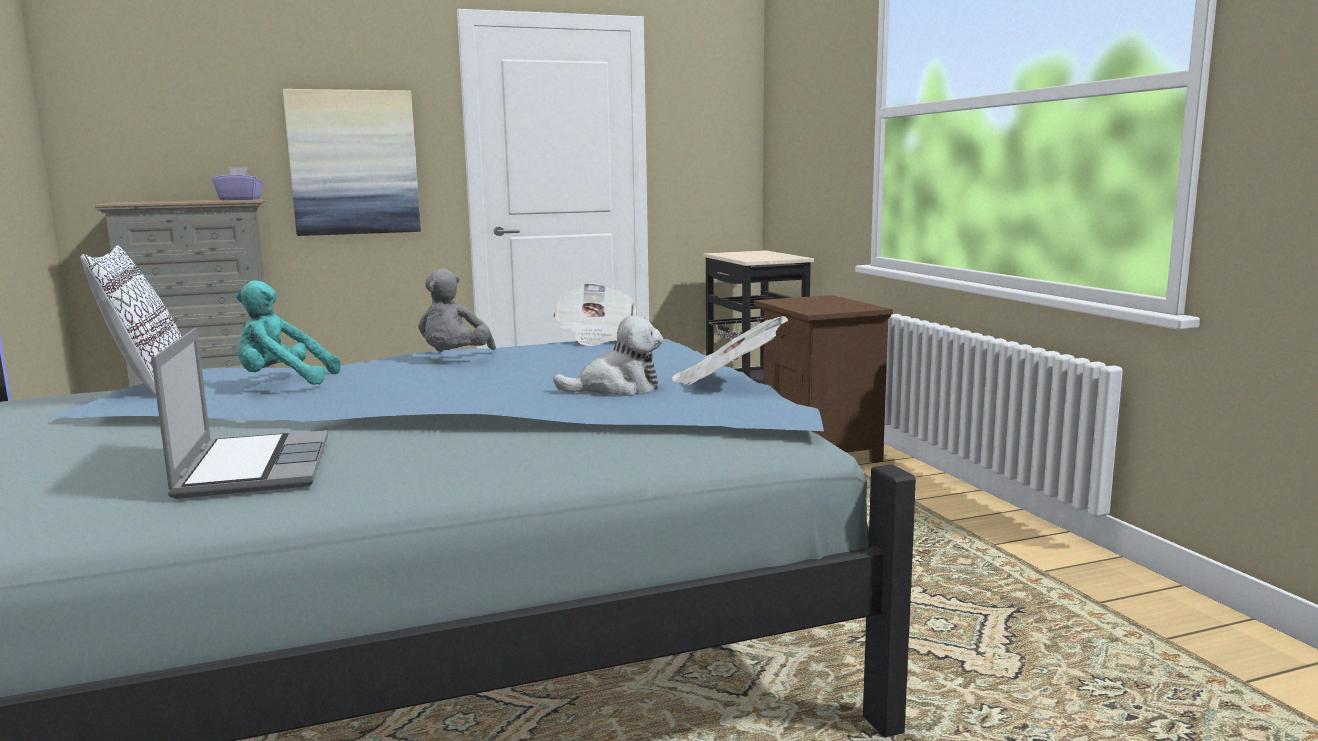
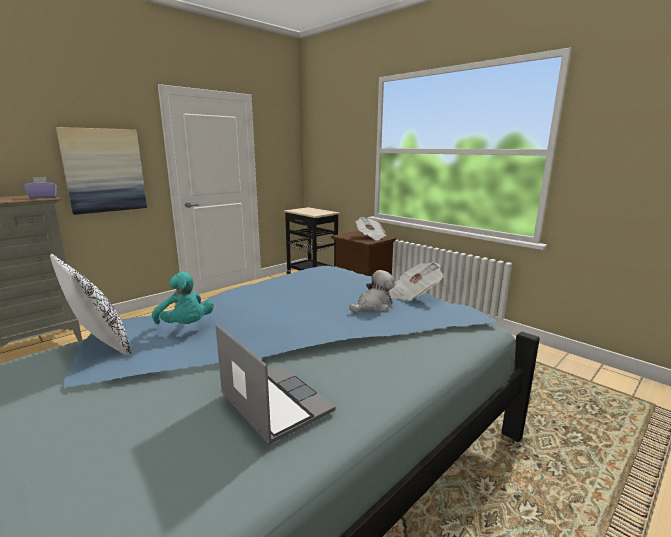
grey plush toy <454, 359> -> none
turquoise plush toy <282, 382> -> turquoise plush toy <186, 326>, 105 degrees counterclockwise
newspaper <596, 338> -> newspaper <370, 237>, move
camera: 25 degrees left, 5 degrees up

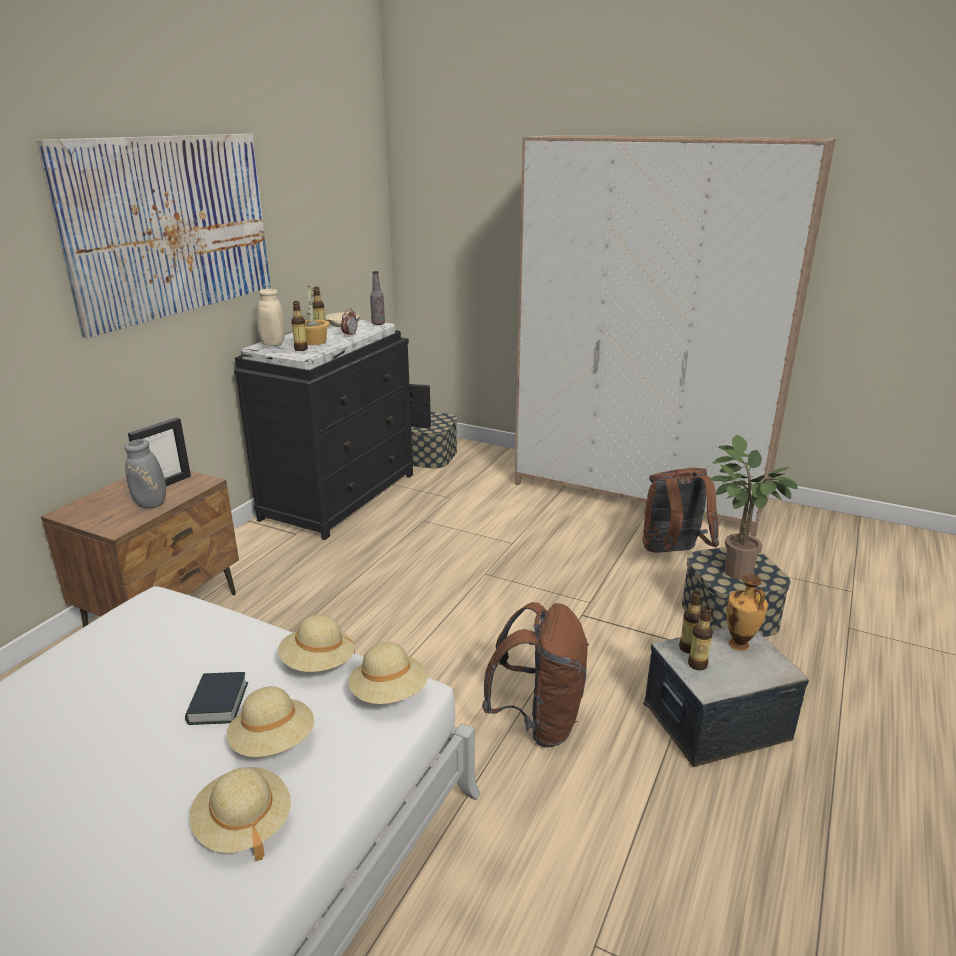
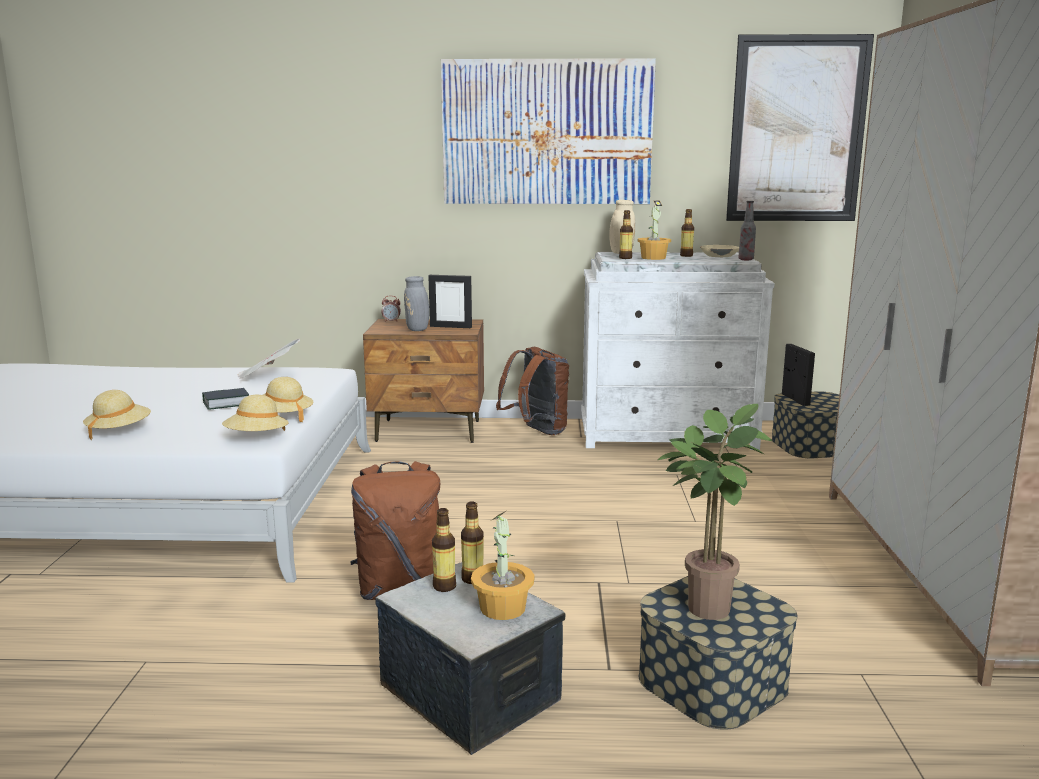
alarm clock <350, 335> -> alarm clock <391, 321>, move
black dresser <340, 496> -> white dresser <667, 434>
brown backpack <673, 553> -> brown backpack <536, 431>, move
vase <739, 646> -> potted plant <503, 608>
beige hat <273, 742> -> none
none -> picture <797, 130>
none -> newspaper <268, 376>
camera: 65 degrees right, 10 degrees down

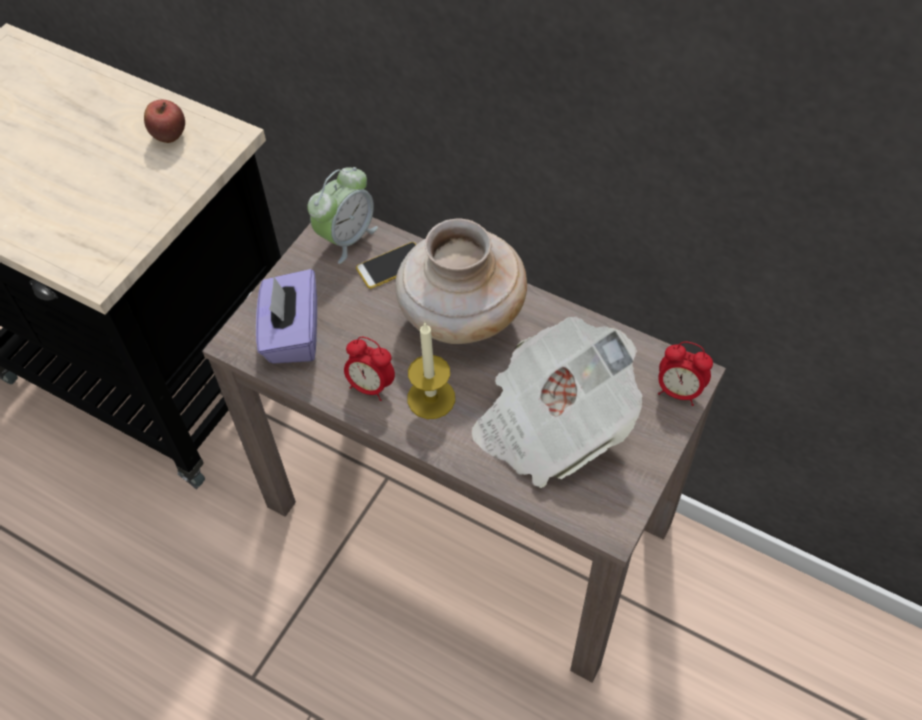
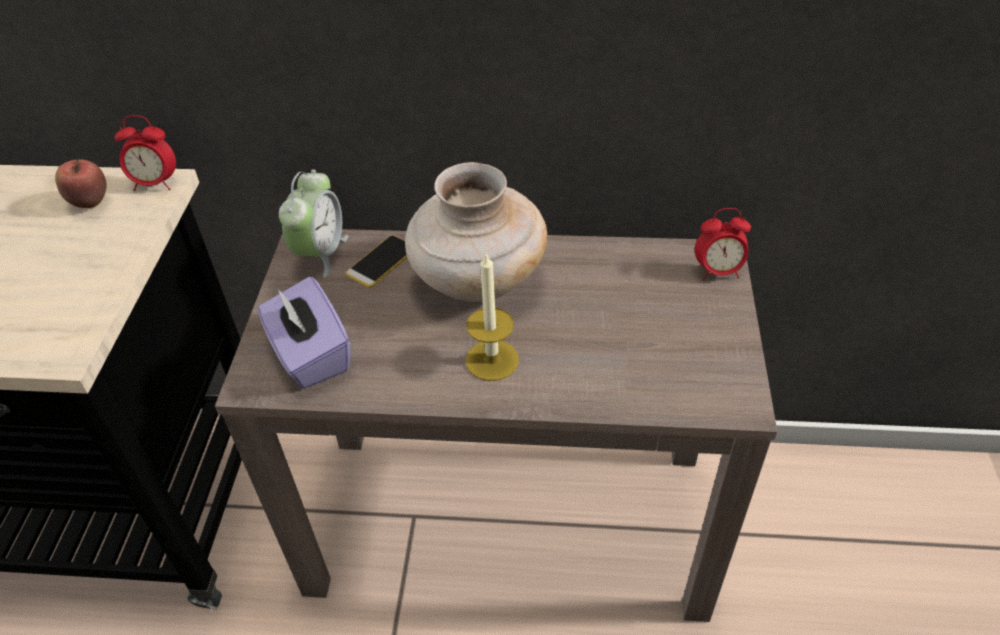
newspaper <551, 423> -> none
alarm clock <371, 386> -> alarm clock <156, 184>, move
camera: 25 degrees left, 10 degrees down

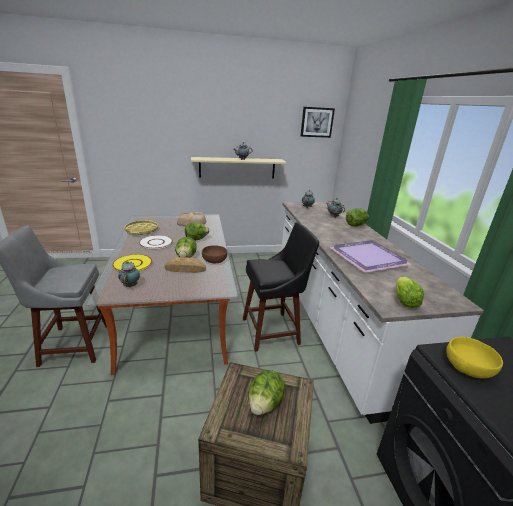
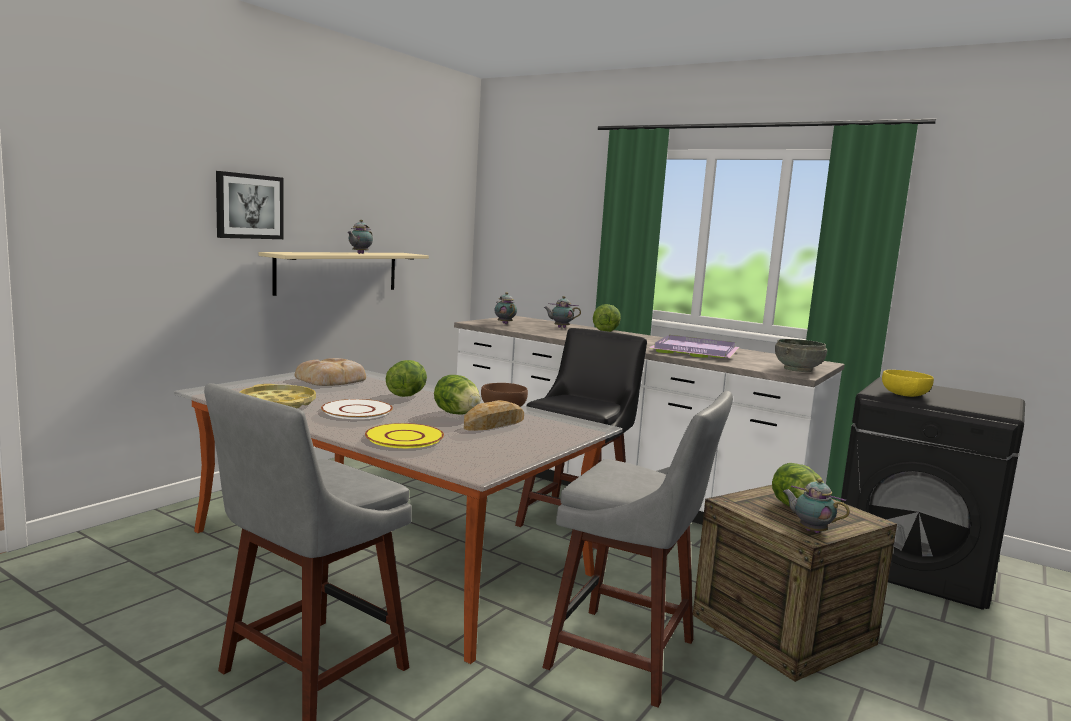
picture <316, 122> -> picture <249, 206>, move
teapot <131, 285> -> teapot <810, 531>, move
lettuce <404, 301> -> grey bowl <798, 369>
none -> grey chair <629, 656>
camera: 45 degrees left, 15 degrees down

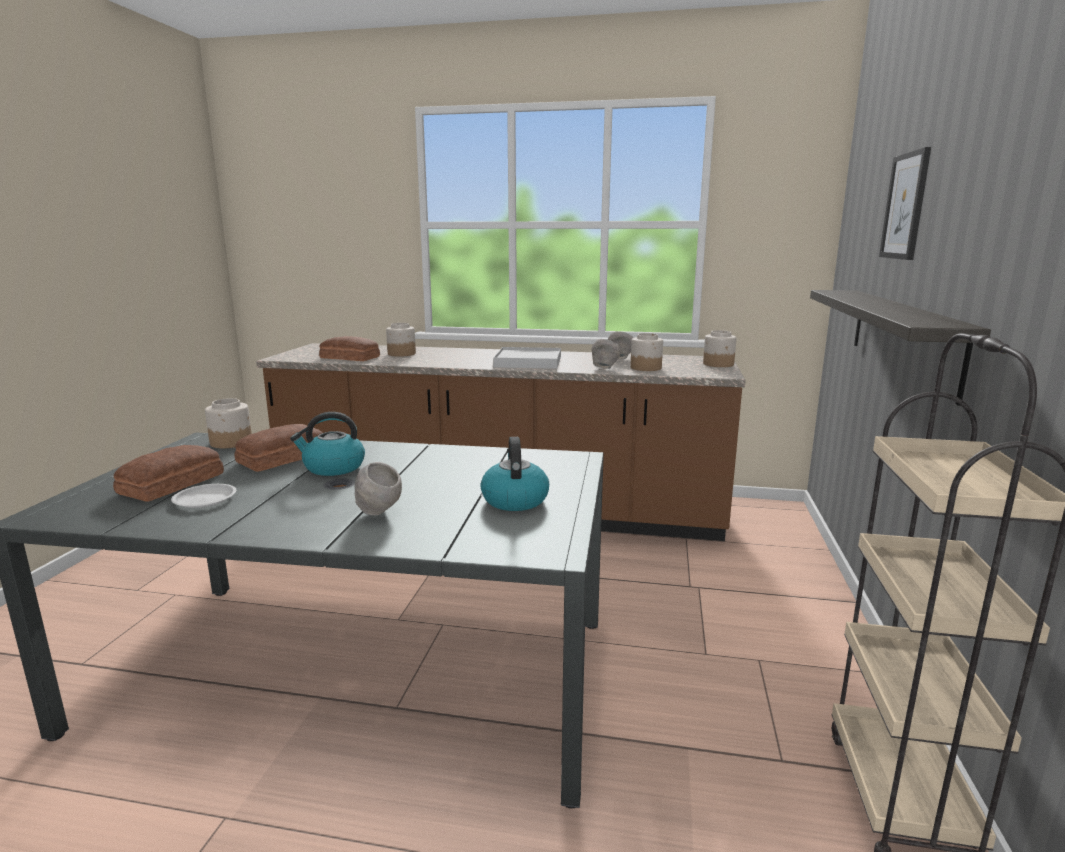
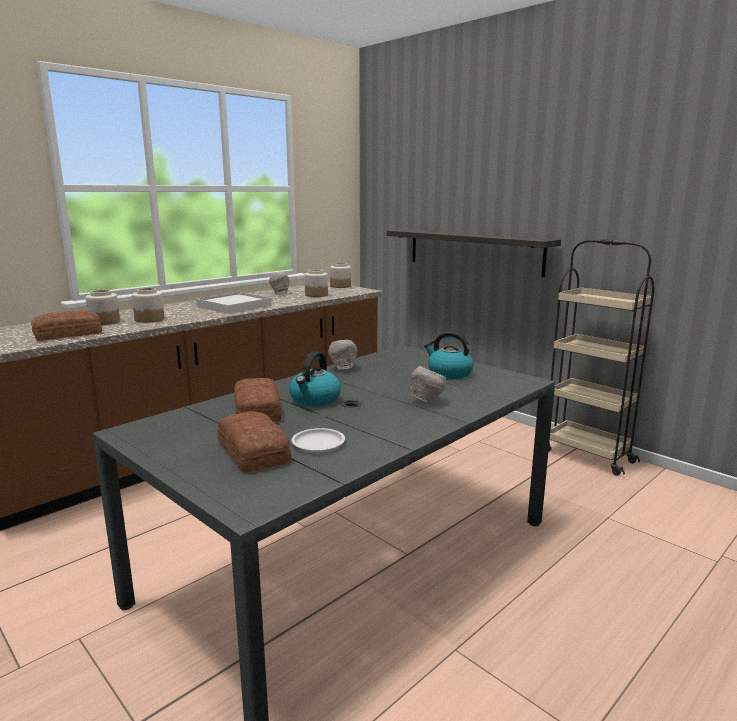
picture <905, 206> -> none
grey bowl <605, 368> -> grey bowl <343, 369>, move
jar <232, 442> -> jar <149, 319>, move
camera: 55 degrees left, 0 degrees up

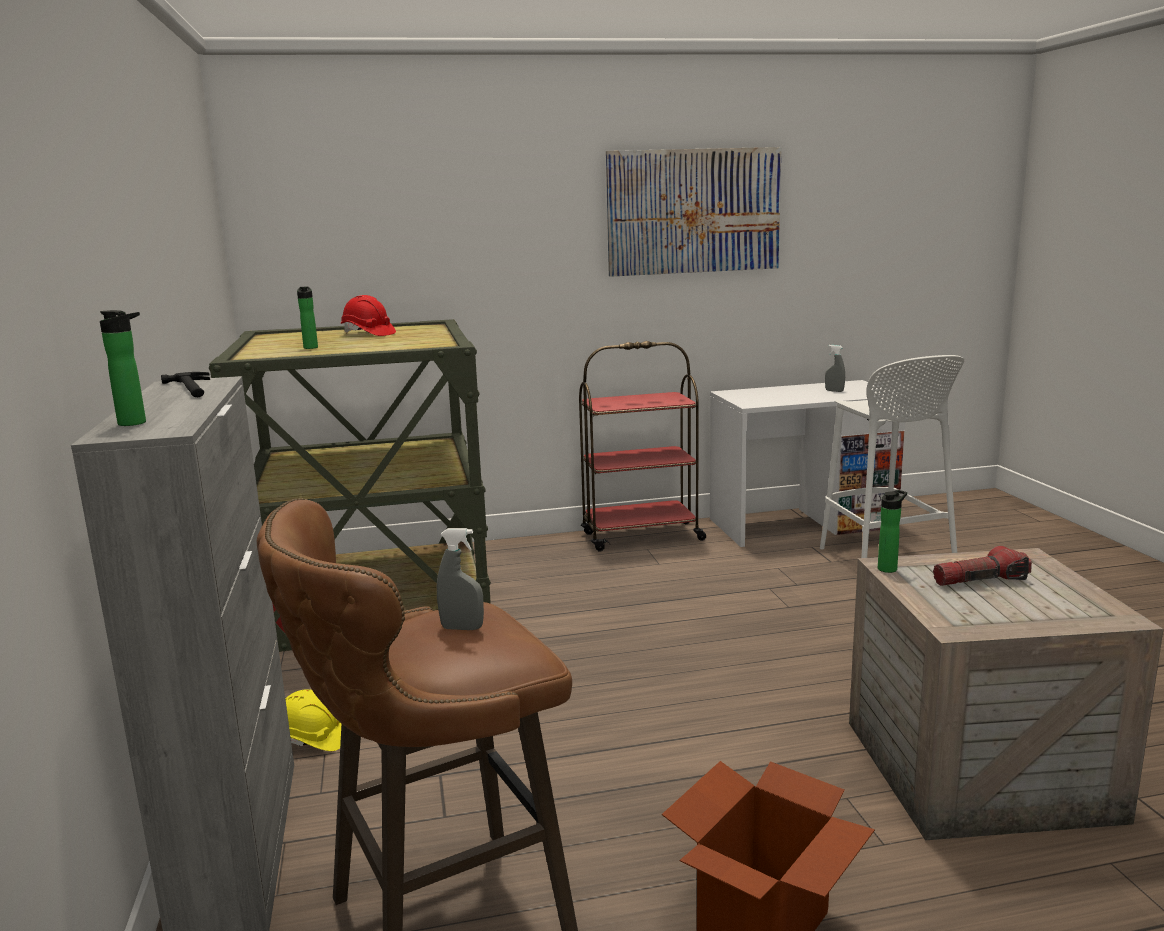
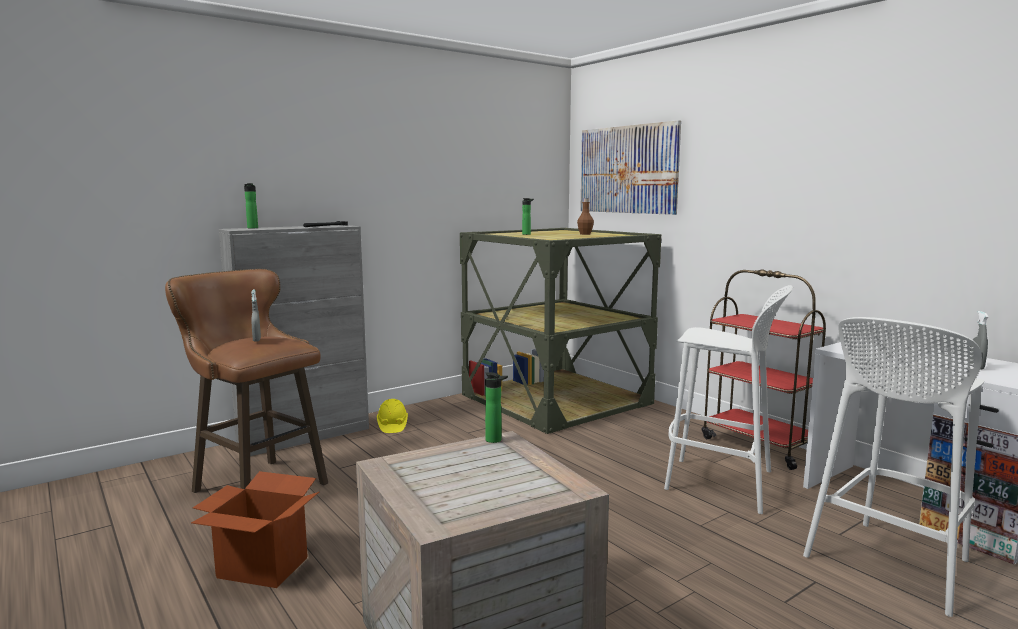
picture <694, 211> -> picture <627, 169>, move
red hard hat <368, 334> -> brown bottle <585, 234>
flashlight <980, 581> -> none
none -> white stool <722, 483>
camera: 65 degrees right, 5 degrees down

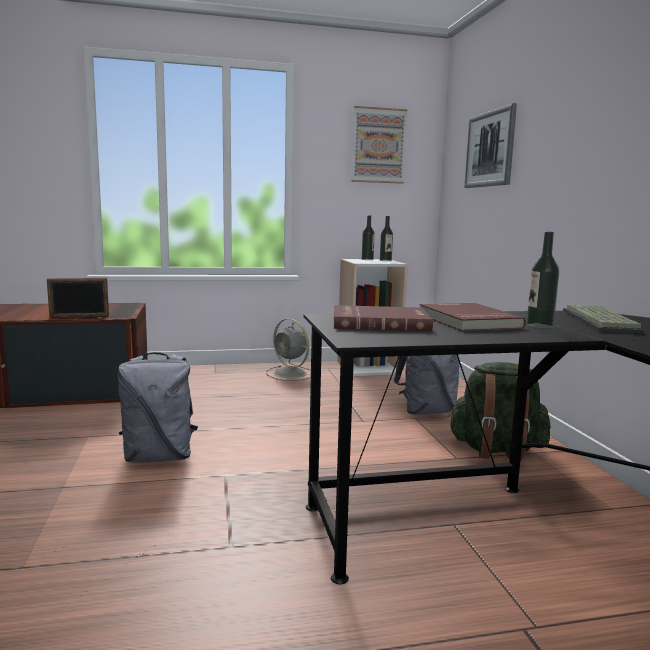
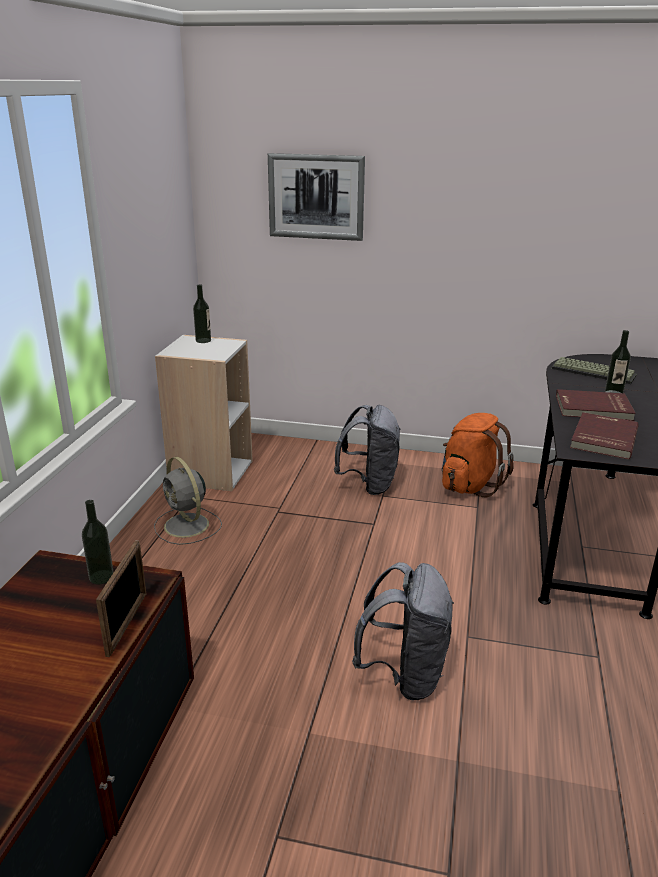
picture <378, 145> -> none
bottle <367, 259> -> bottle <101, 577>, move
grey fan <291, 374> -> grey fan <187, 526>, 75 degrees clockwise
green backpack <496, 450> -> orange backpack <470, 485>
camera: 65 degrees left, 15 degrees up

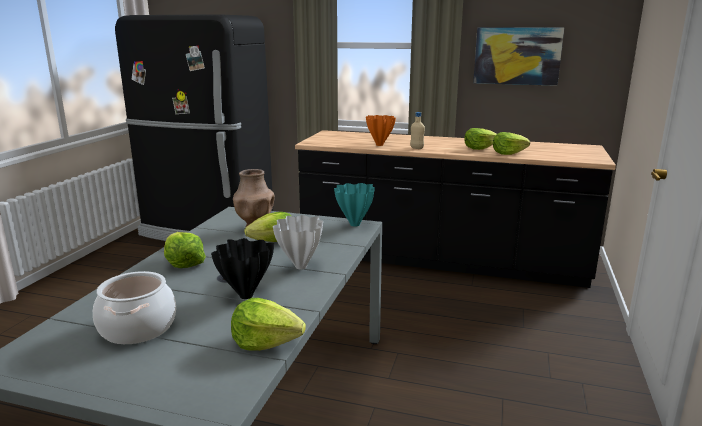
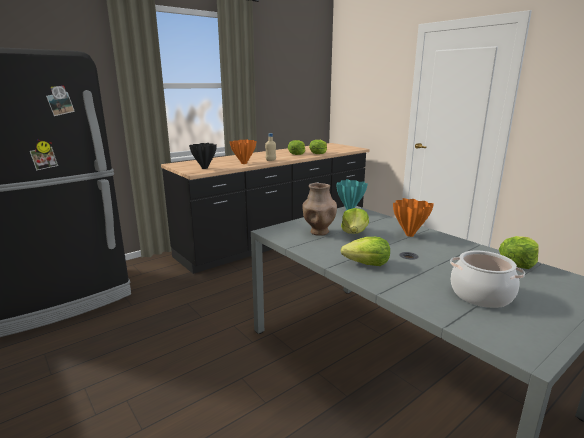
picture <517, 56> -> none
white vase <300, 266> -> orange vase <409, 235>
black vase <245, 296> -> black vase <204, 168>, move
camera: 55 degrees left, 0 degrees up

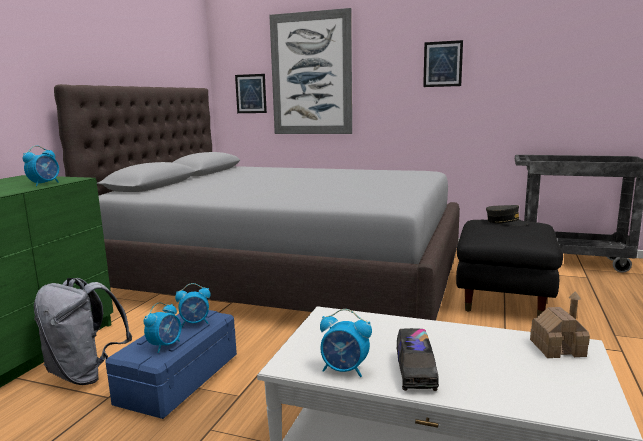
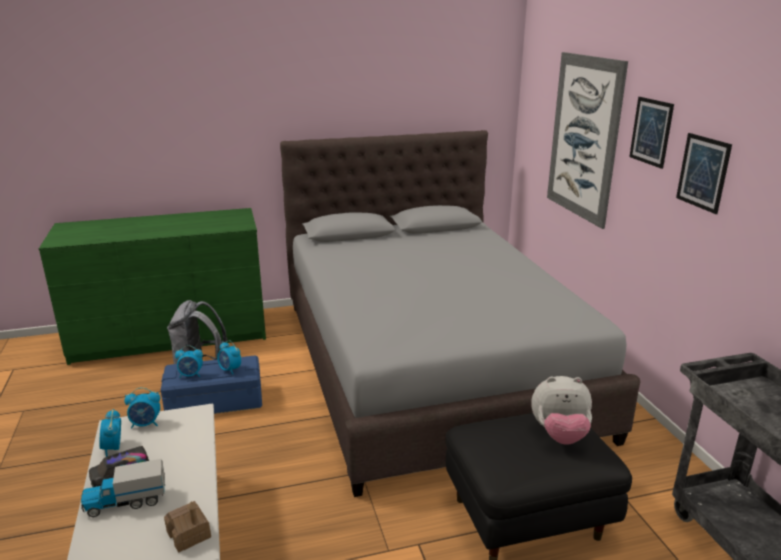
picture <251, 93> -> picture <651, 132>, move
alarm clock <45, 184> -> alarm clock <146, 424>, move
grey cap <505, 222> -> plush toy <559, 435>
none -> toy truck <126, 502>
camera: 55 degrees right, 10 degrees up

